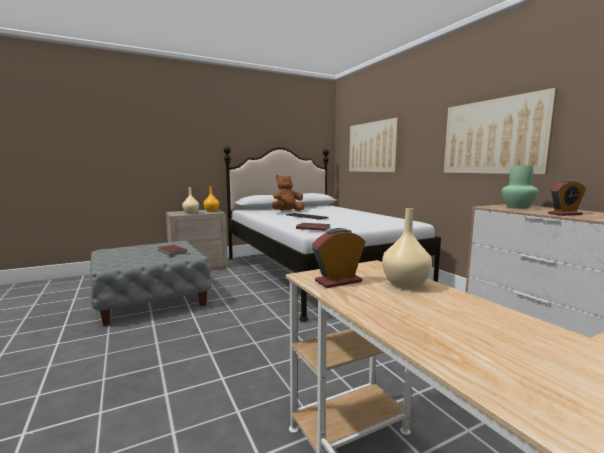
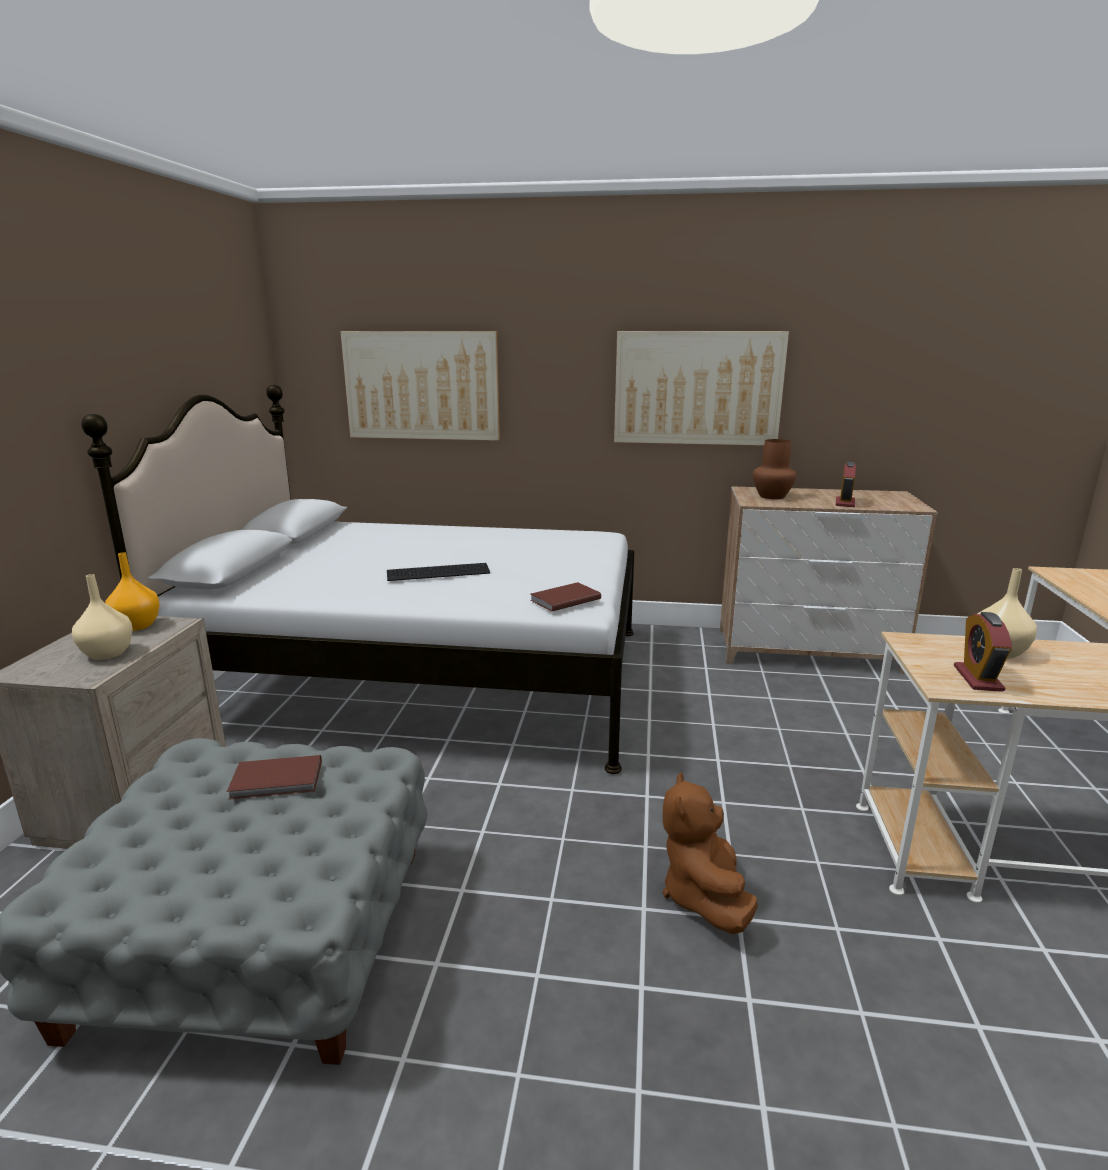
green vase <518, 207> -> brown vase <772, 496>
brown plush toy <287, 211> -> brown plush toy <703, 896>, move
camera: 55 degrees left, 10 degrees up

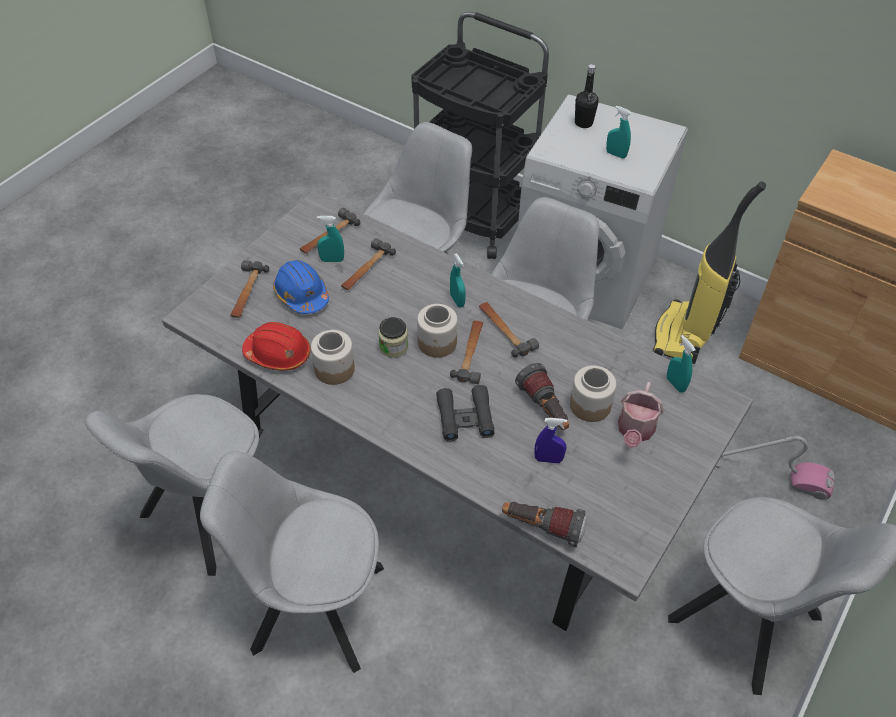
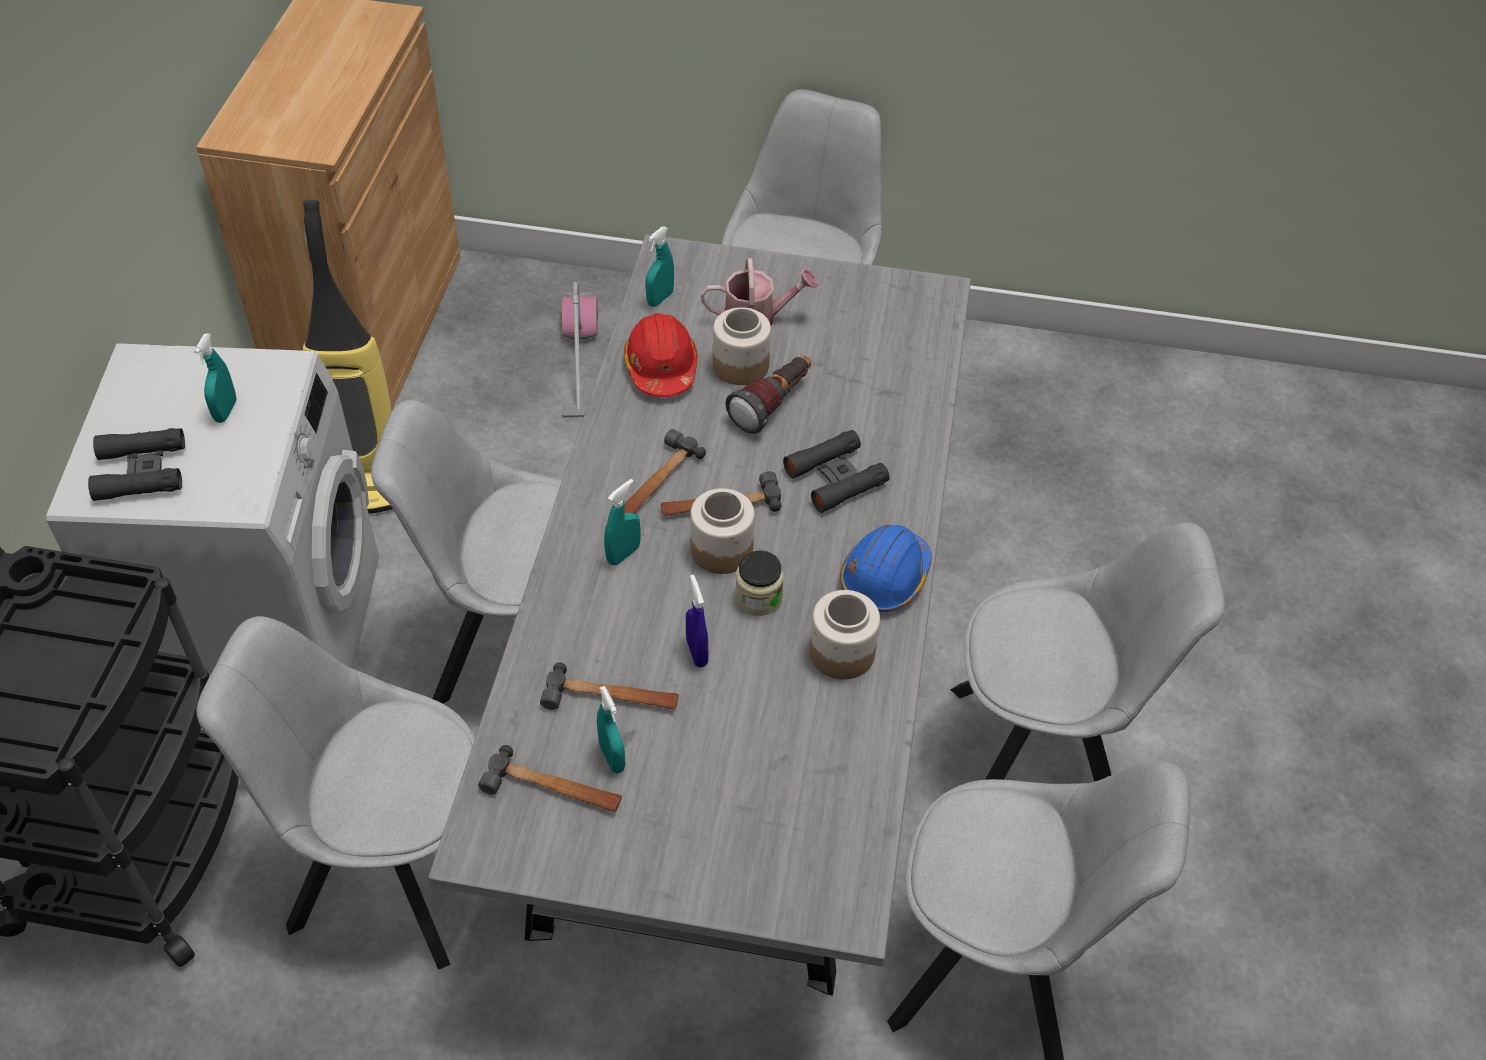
black bottle <583, 123> -> black binoculars <141, 471>
hammer <246, 293> -> none
blue hard hat <301, 295> -> blue hard hat <885, 578>, move
red hard hat <278, 354> -> red hard hat <661, 367>, move
blue spray bottle <548, 459> -> blue spray bottle <696, 652>, move
grey chair <314, 607> -> grey chair <1041, 757>, 75 degrees counterclockwise
flashlight <542, 528> -> none
camera: 115 degrees left, 0 degrees up

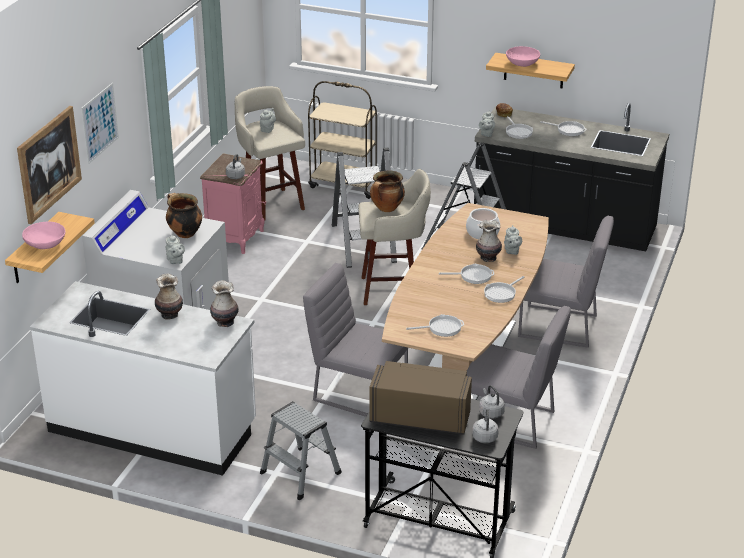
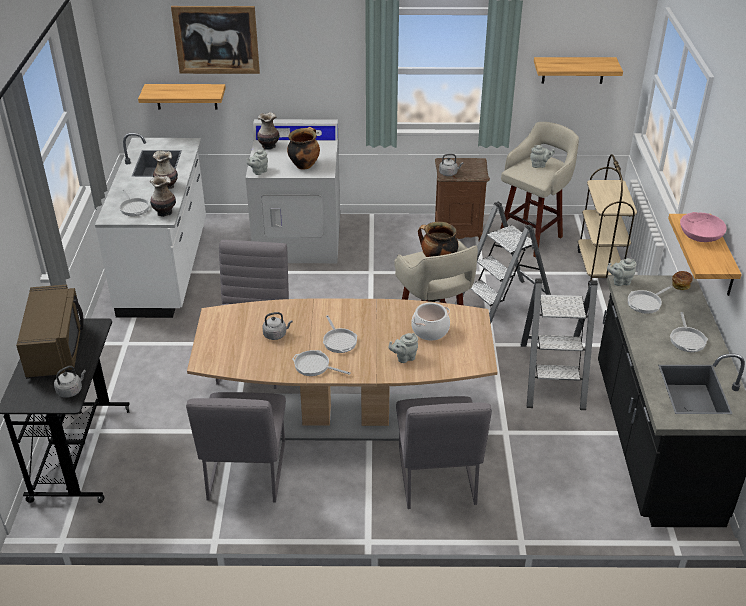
picture <100, 123> -> none
pink nightstand <236, 238> -> brown nightstand <458, 235>
vase <488, 258> -> vase <268, 146>, move
pink bowl <45, 244> -> none
frying pan <442, 328> -> frying pan <134, 207>, move
grey step ladder <300, 472> -> none
grey kettle <485, 436> -> grey kettle <276, 334>, move
none -> shelf <573, 70>
camera: 70 degrees right, 5 degrees up

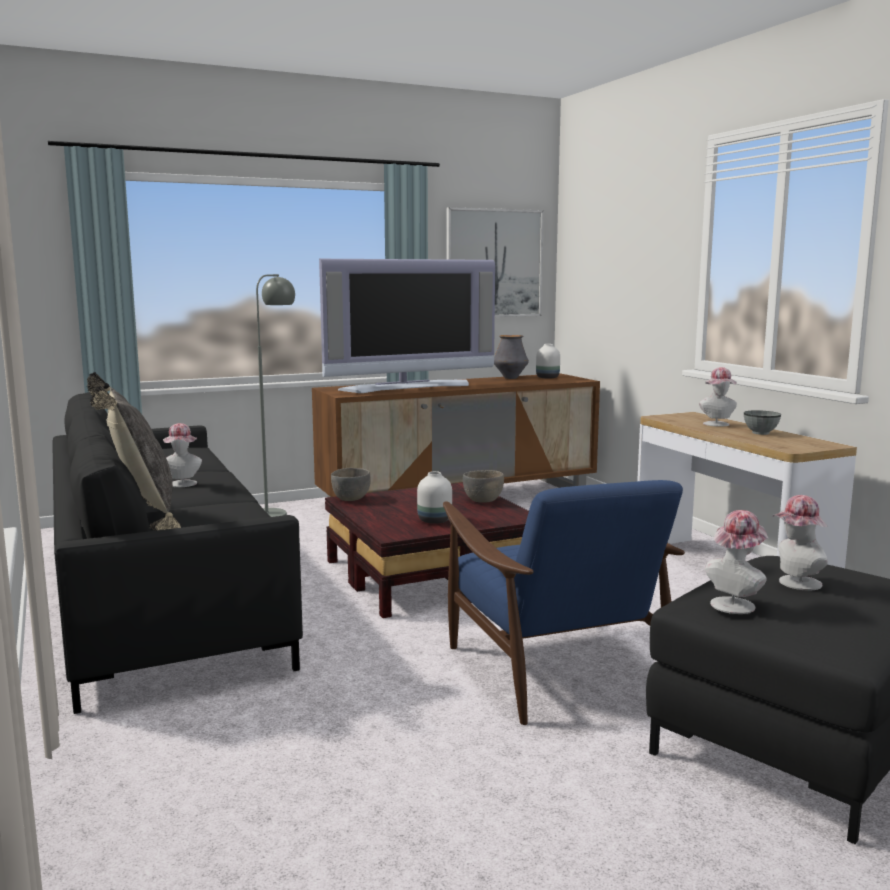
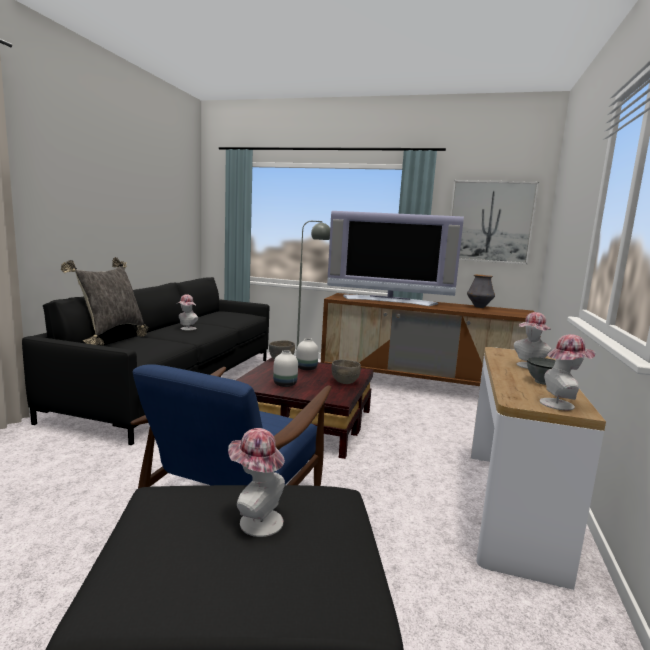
white vase <548, 377> -> white vase <307, 368>, move
hat <735, 604> -> hat <561, 404>, move
camera: 40 degrees right, 0 degrees up

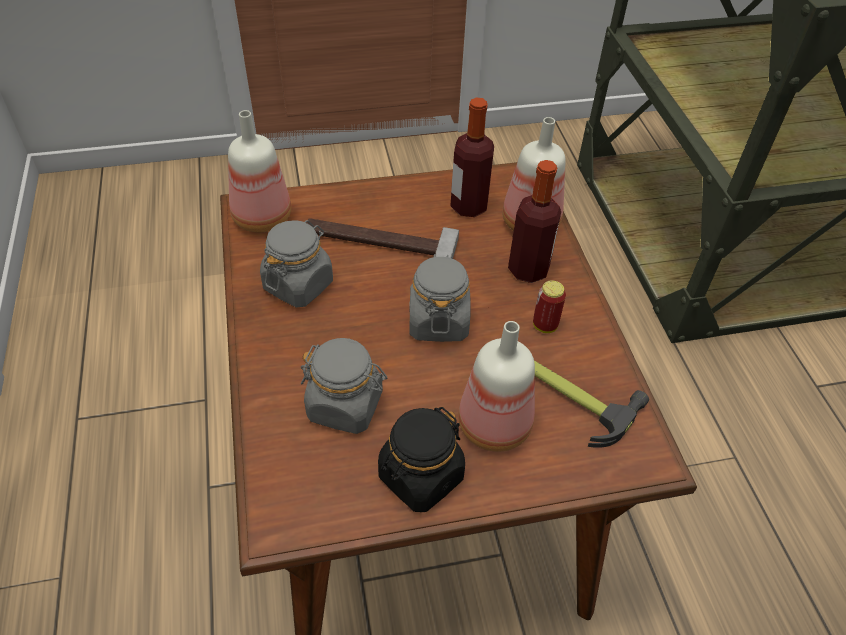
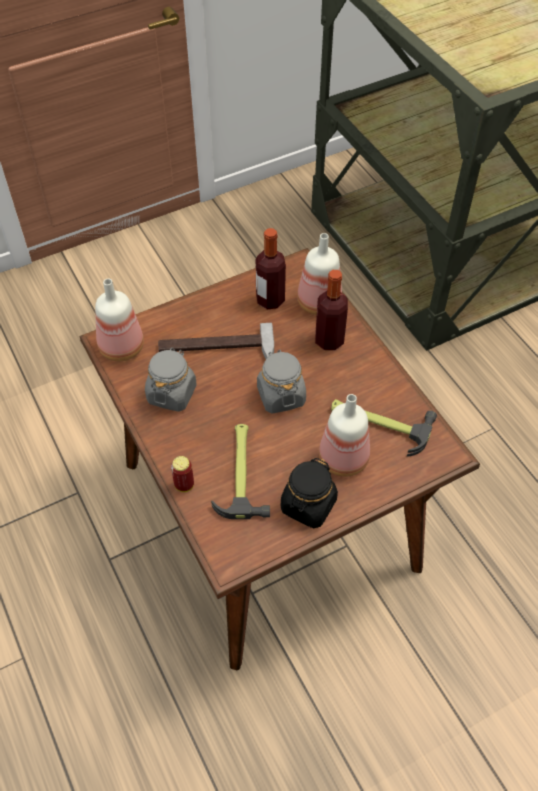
can <545, 325> -> can <184, 485>, move
grey jar <345, 405> -> hammer <241, 472>
camera: 15 degrees left, 5 degrees up

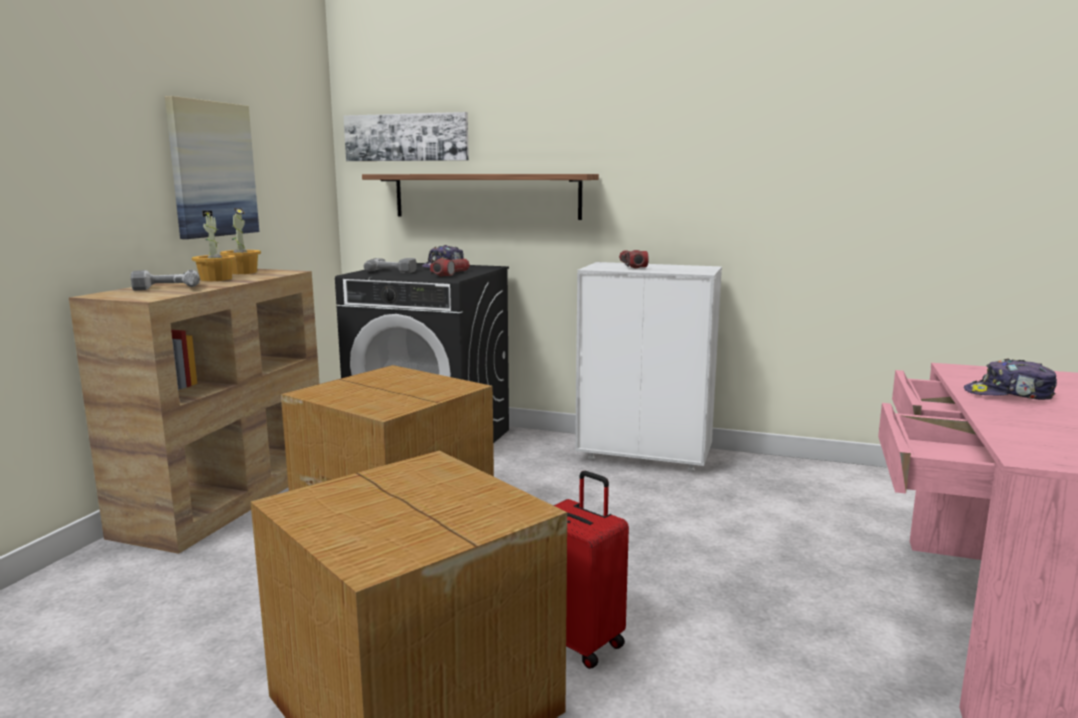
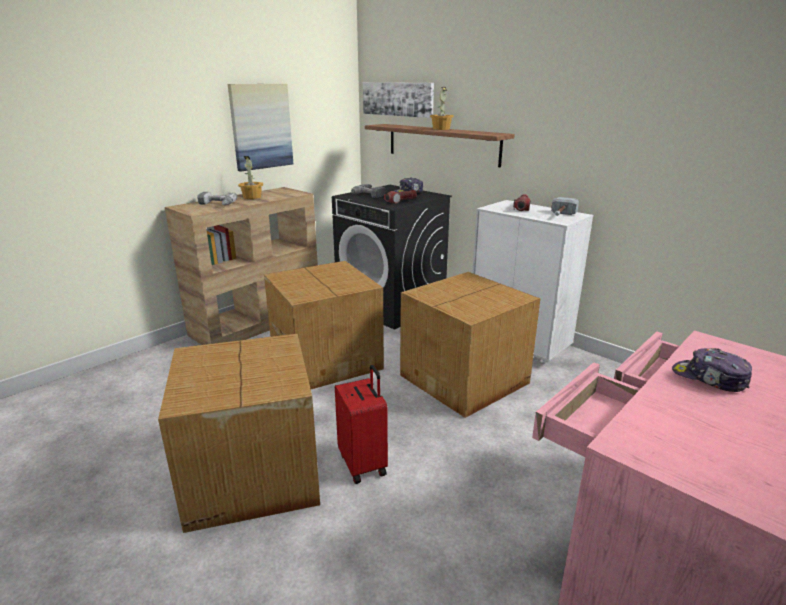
potted plant <242, 272> -> potted plant <441, 129>, move
none -> hammer <561, 215>
none -> cardboard box <466, 379>
camera: 25 degrees right, 10 degrees up

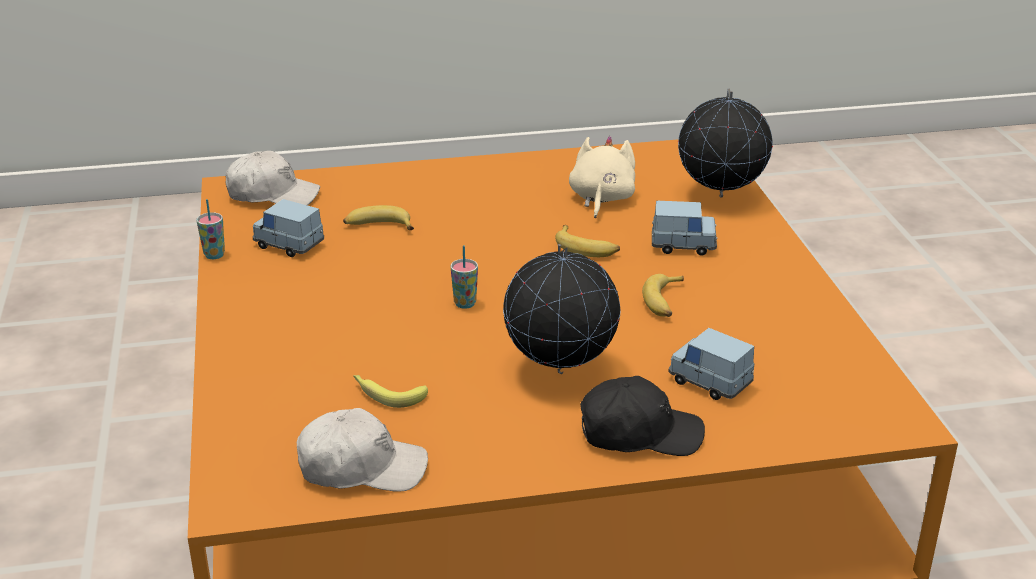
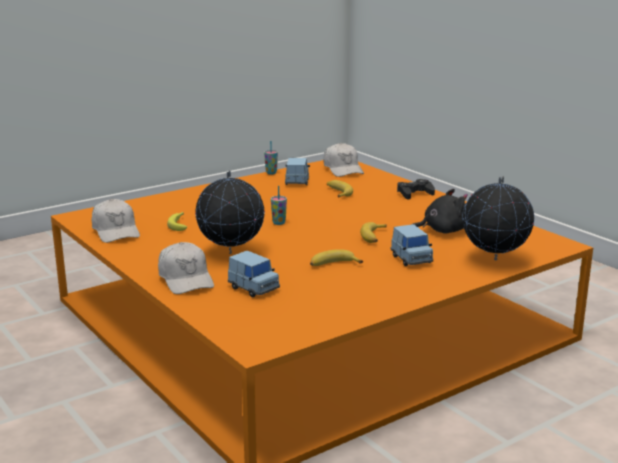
beige plush toy <601, 199> -> black plush toy <442, 231>
blue toy car <710, 382> -> blue toy car <253, 288>, 120 degrees clockwise
black cap <639, 433> -> white cap <186, 279>
none -> black game controller <414, 194>
camera: 65 degrees right, 10 degrees down

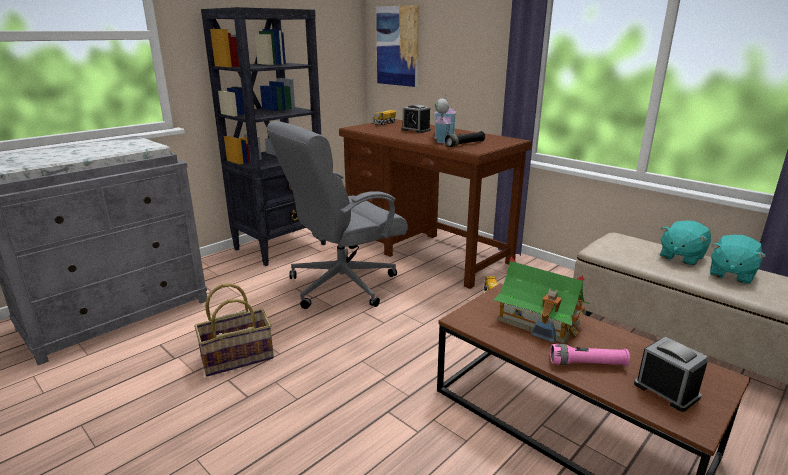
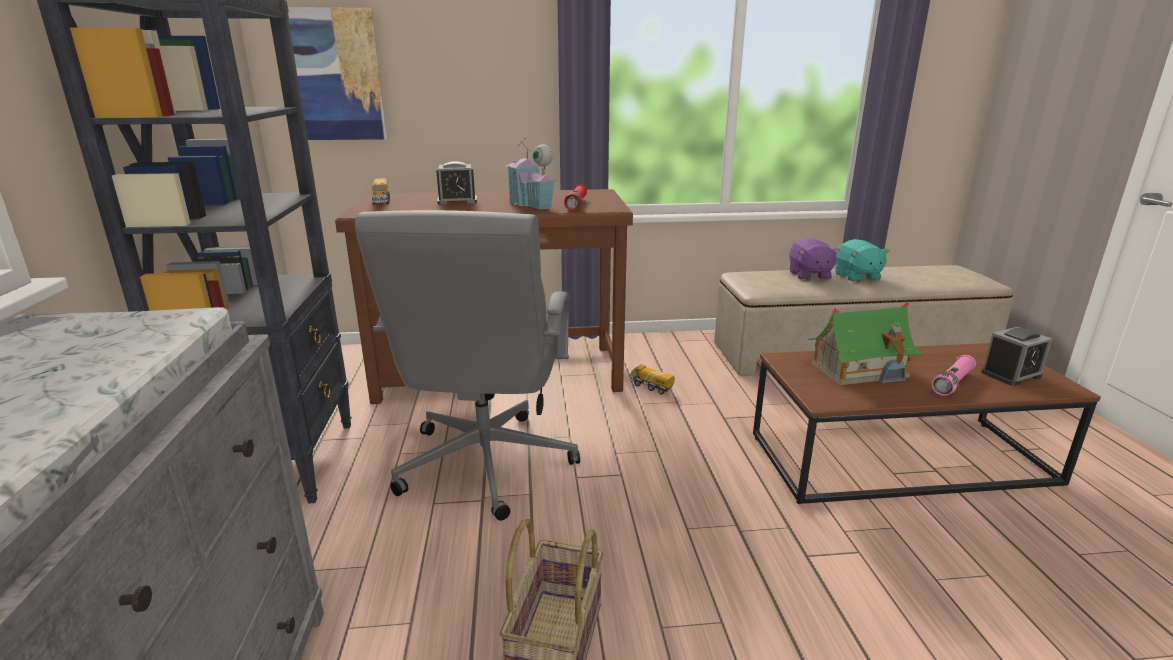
black flashlight <465, 144> -> red flashlight <576, 205>
turquoise plush toy <681, 257> -> purple plush toy <809, 275>
alarm clock <666, 390> -> alarm clock <1011, 374>, 150 degrees clockwise
camera: 50 degrees left, 0 degrees up

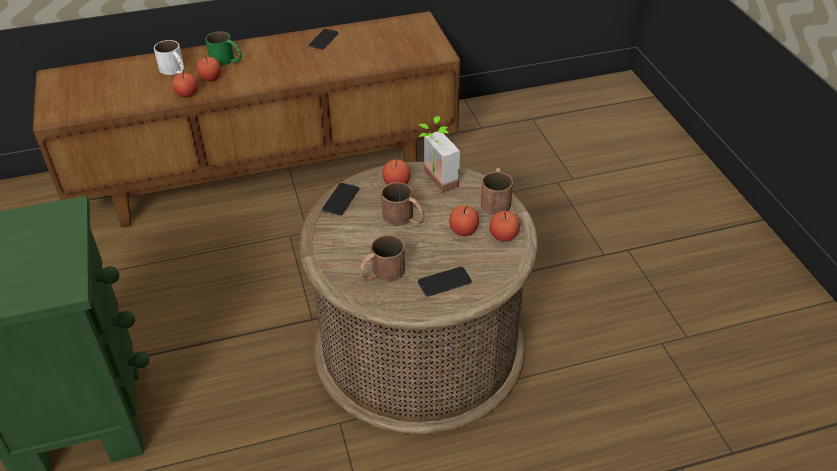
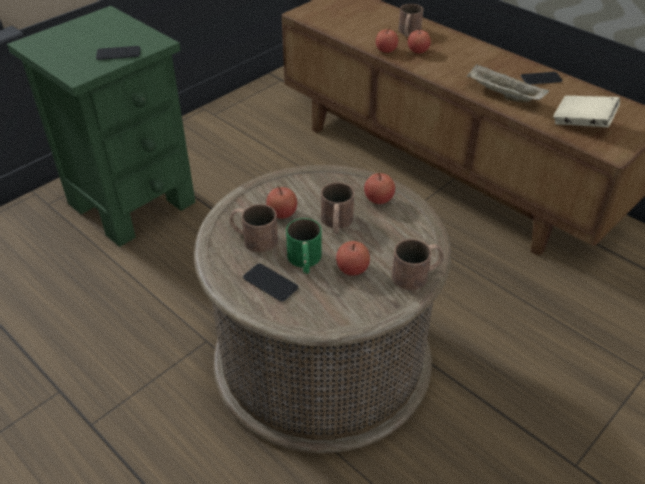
green mug <227, 60> -> green mug <305, 261>, move
white mug <175, 70> -> brown mug <408, 33>
potted plant <434, 181> -> none
phone <340, 199> -> phone <118, 54>, move
apple <503, 236> -> apple <282, 213>, move
none -> beige tray <502, 95>
none -> beige book <582, 123>
camera: 60 degrees right, 0 degrees up

